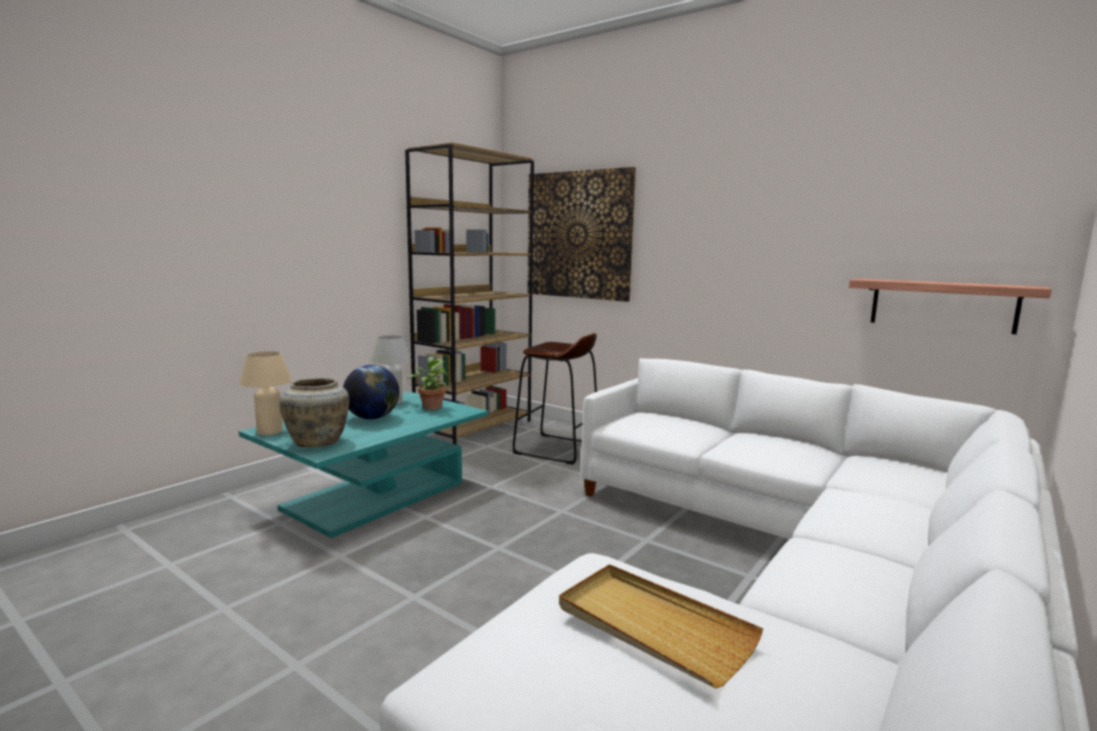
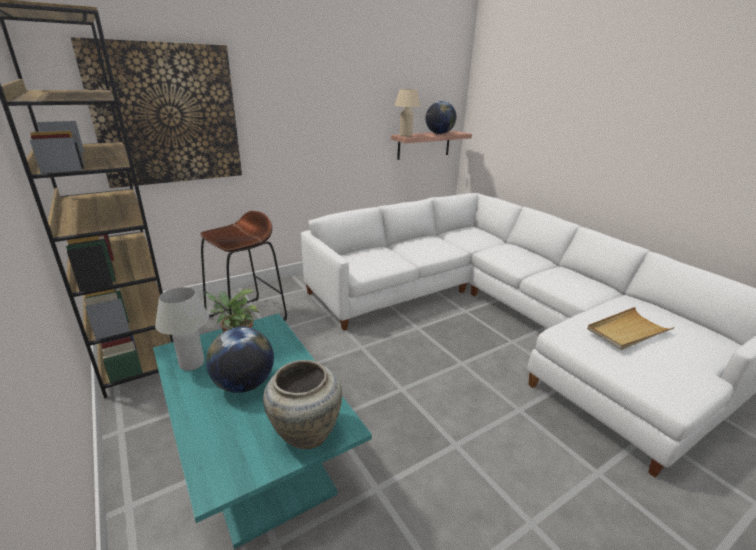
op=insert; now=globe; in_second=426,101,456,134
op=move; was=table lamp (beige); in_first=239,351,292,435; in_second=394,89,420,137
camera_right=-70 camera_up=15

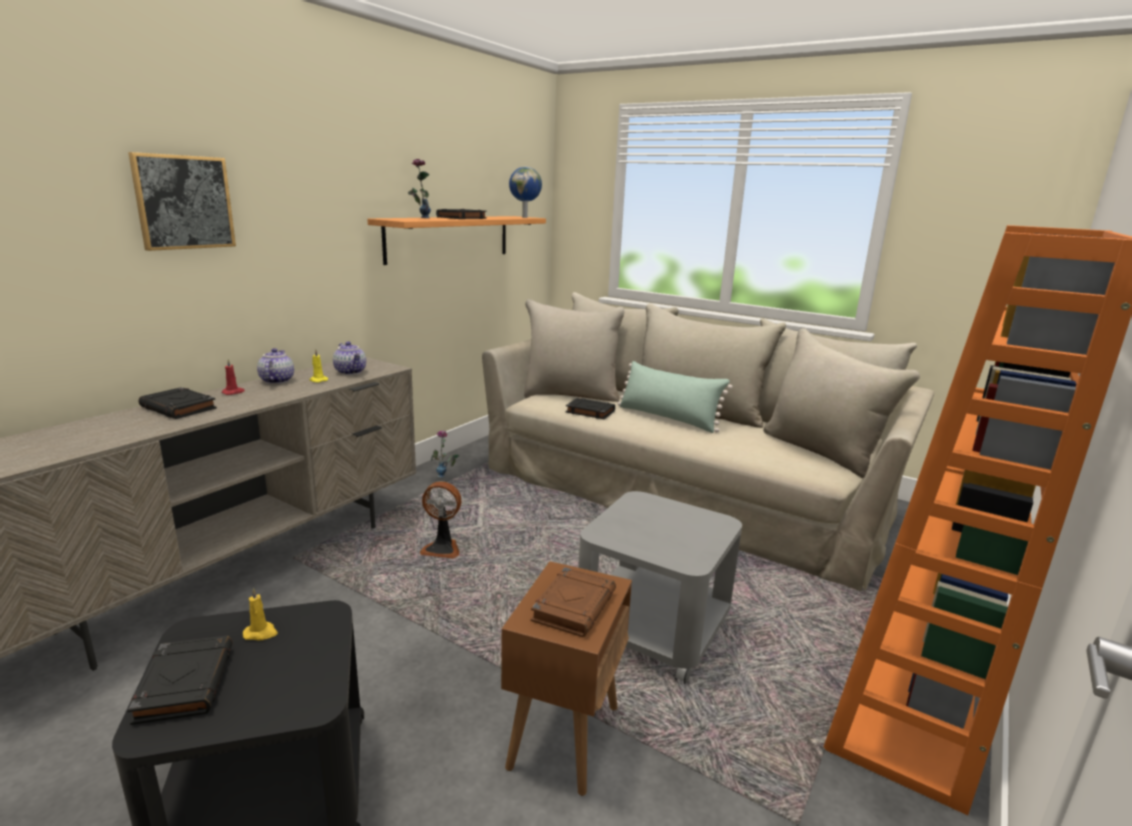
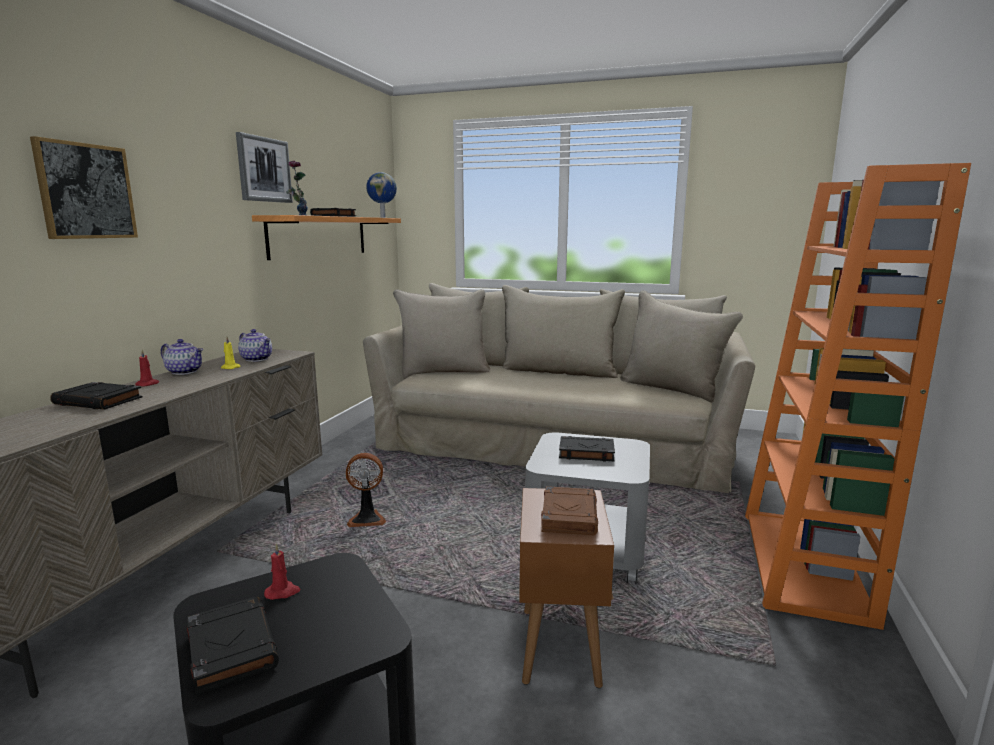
op=delete; was=vase; in_first=431,430,459,478
op=delete; was=pillow (green); in_first=617,361,732,433
op=insert; now=picture; in_second=236,132,293,203
op=move; was=book (black); in_first=566,398,615,419; in_second=559,436,615,461
op=recolor; was=candle (yellow); now=candle (red); in_first=243,587,278,641; in_second=264,543,301,600
op=rotate; was=teapot; in_first=257,348,294,384; in_second=161,339,203,375; clockwise=135
camera_right=-15 camera_up=-5

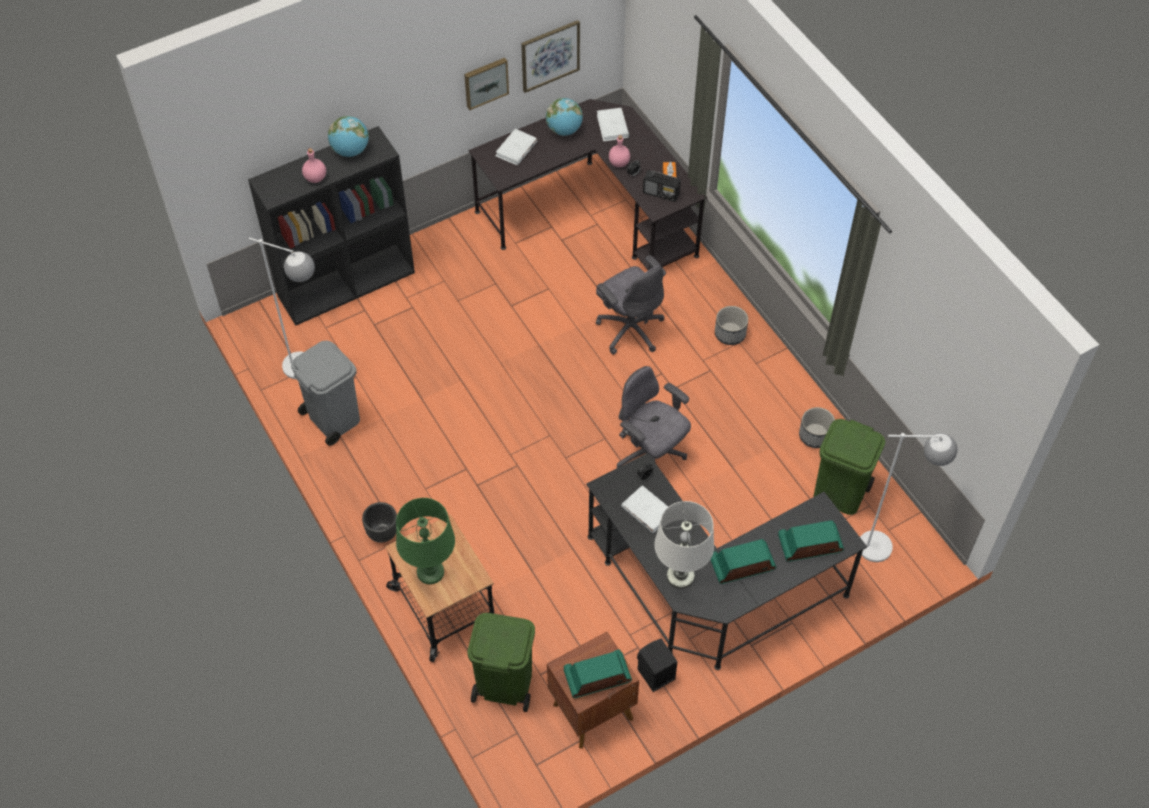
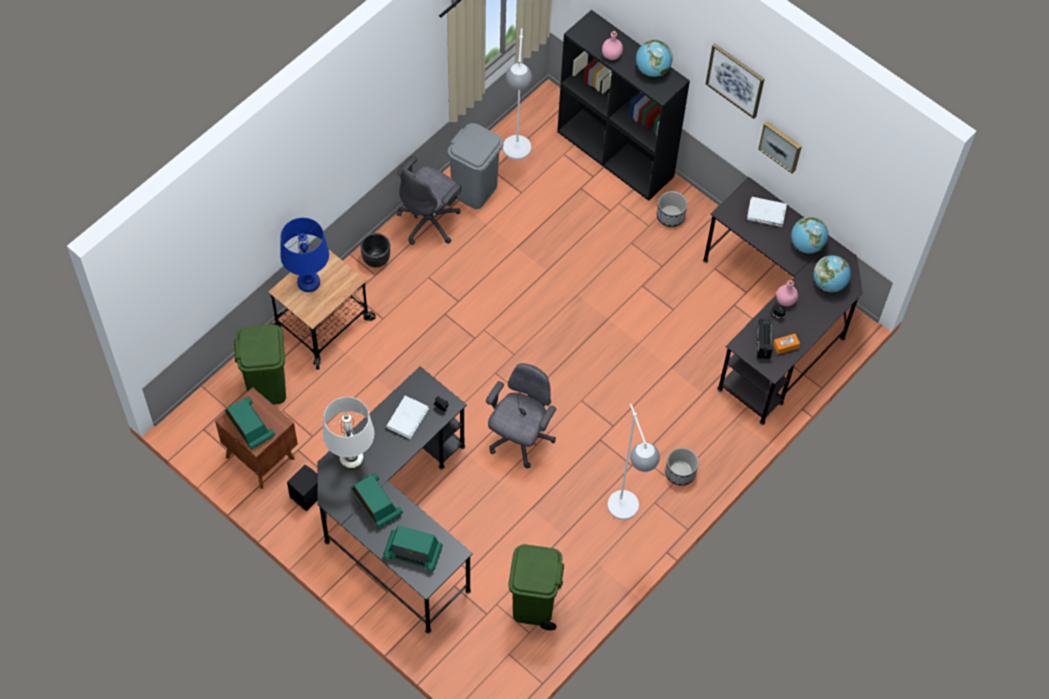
op=move; was=picture; in_first=521,20,580,93; in_second=706,43,764,119
op=move; was=office chair (grey); in_first=596,255,666,355; in_second=397,156,461,245
op=move; was=planter; in_first=799,407,835,448; in_second=657,191,687,227
op=move; was=floor lamp (white); in_first=860,433,957,562; in_second=608,404,660,520
op=replace; was=book (white); now=globe; in_first=597,108,629,142; in_second=814,255,851,293
op=recolor; was=table lamp (green); now=table lamp (blue); in_first=396,498,455,584; in_second=280,218,329,292
op=rotate; was=radio; in_first=778,520,844,562; in_second=383,525,443,572; clockwise=135
camera_right=70 camera_up=5

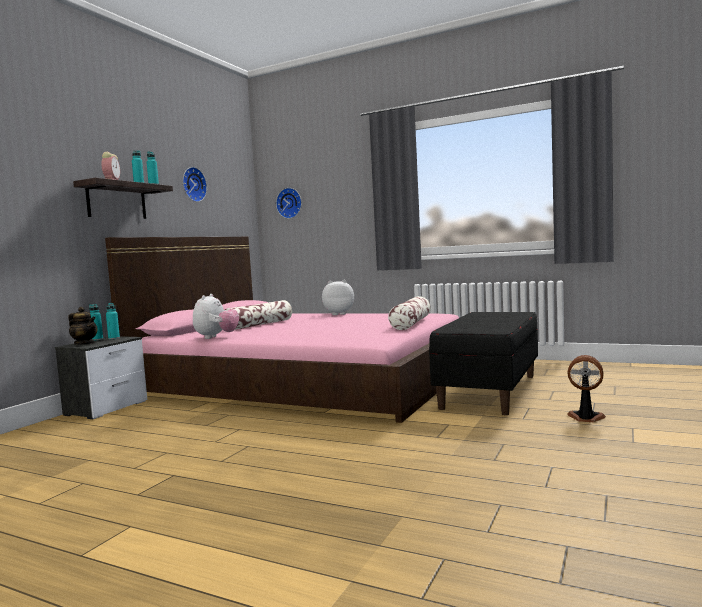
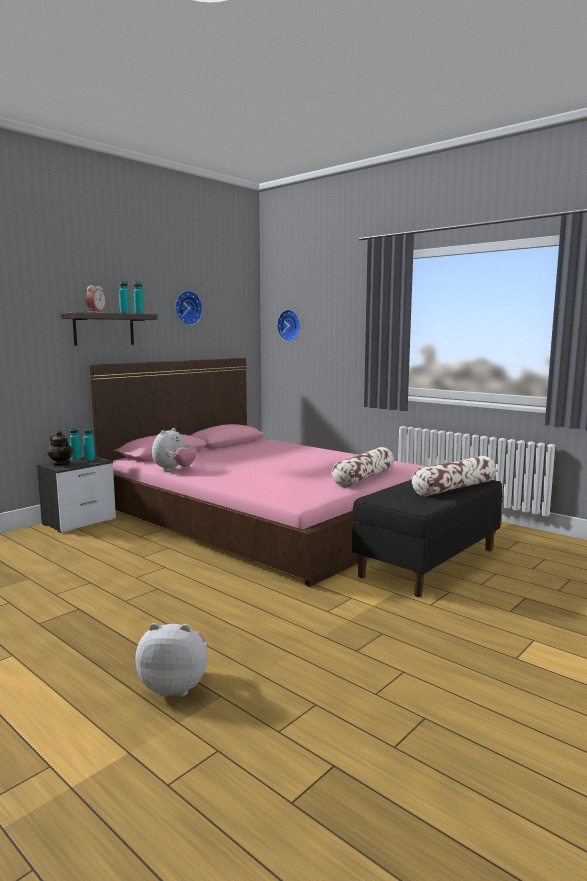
op=delete; was=fan; in_first=567,355,606,422
op=move; was=pillow; in_first=225,300,292,330; in_second=412,456,496,497
op=move; was=plush toy; in_first=322,280,354,315; in_second=135,623,207,697
camera_right=15 camera_up=5

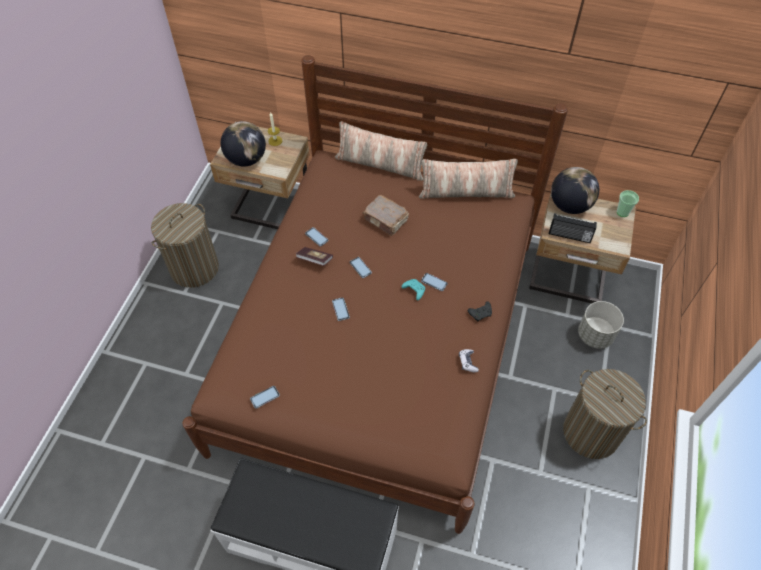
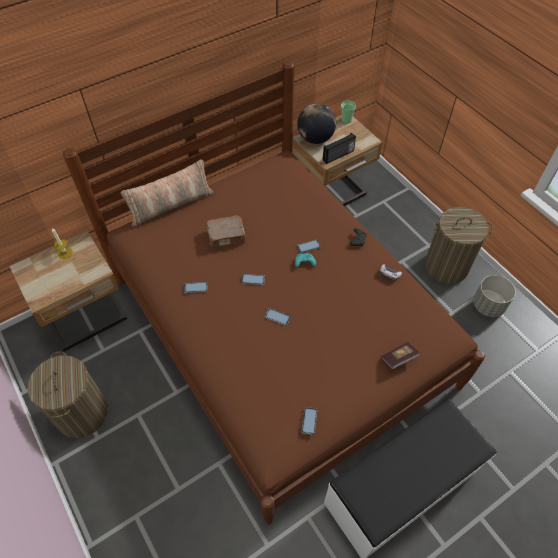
op=delete; was=globe; in_first=221,121,266,167
op=delete; was=pillow; in_first=419,159,518,199
op=move; was=book; in_first=296,247,333,266; in_second=381,342,420,369
op=move; was=planter (grey); in_first=578,301,624,349; in_second=473,275,516,317
camera_right=-50 camera_up=0

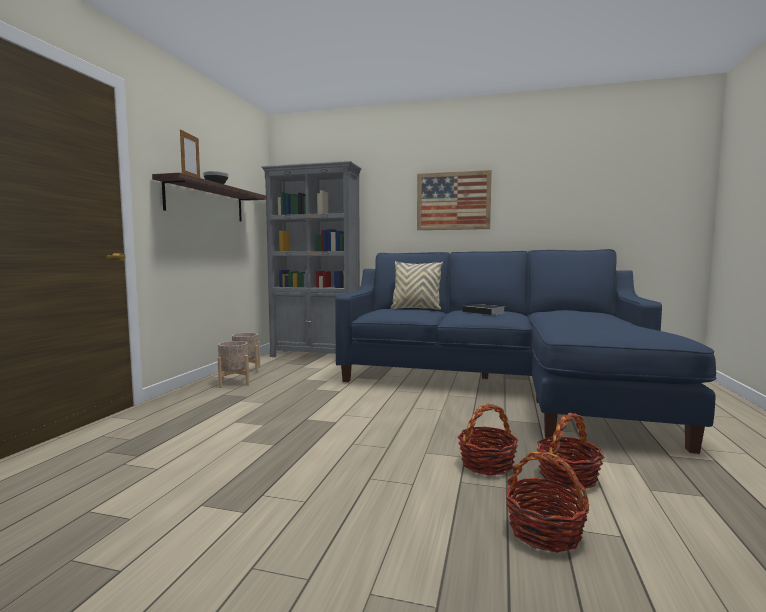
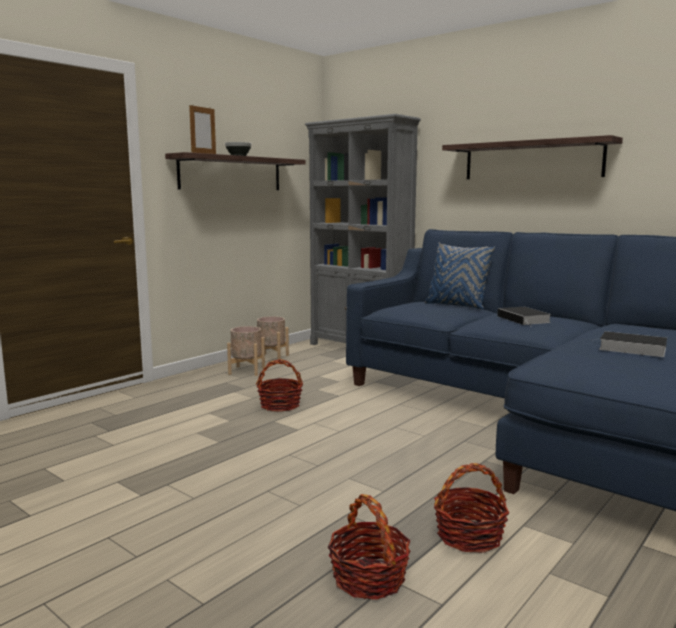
op=insert; now=book; in_second=596,331,667,357
op=move; was=basket; in_first=458,404,518,475; in_second=256,359,303,412
op=replace; was=picture; now=shelf; in_first=417,170,492,230; in_second=442,135,623,179
op=recolor; was=pillow (beige); now=pillow (blue); in_first=390,261,443,310; in_second=425,243,495,309
camera_right=25 camera_up=5

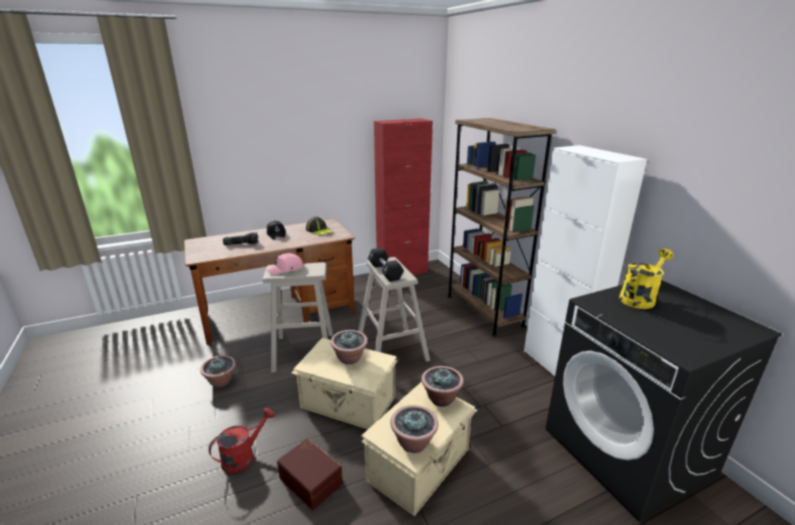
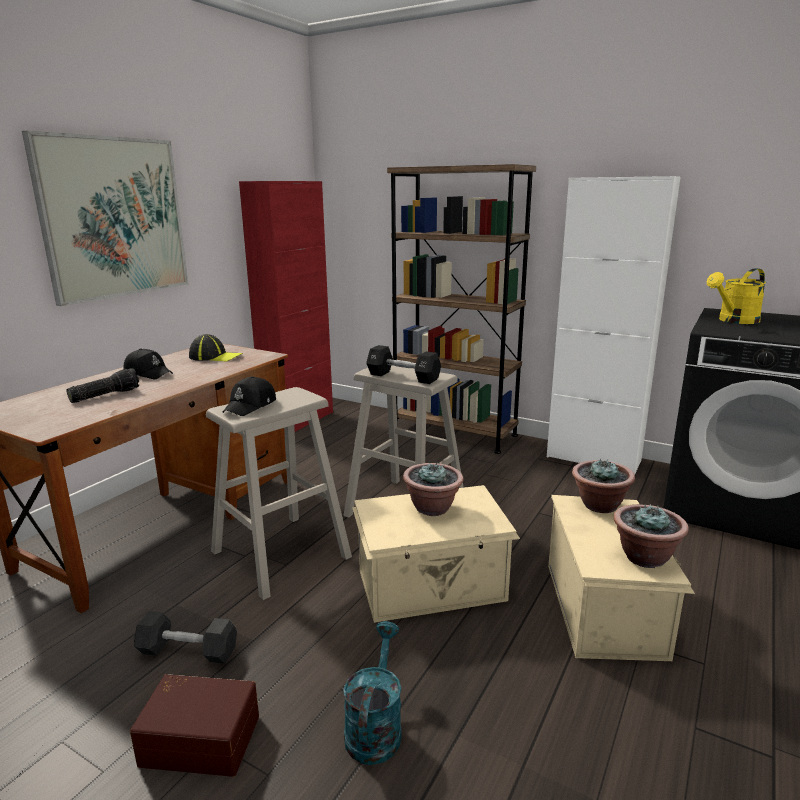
op=insert; now=picture; in_second=22,131,188,306
op=move; was=storage box (brown); in_first=277,438,343,510; in_second=130,674,259,777
op=replace; was=potted plant; now=dumbbell (black); in_first=200,355,236,388; in_second=134,611,237,664
op=recolor; was=watering can (red); now=watering can (turquoise); in_first=209,408,275,473; in_second=343,621,402,765
op=recolor; was=cap (pink); now=cap (black); in_first=266,253,303,275; in_second=223,376,276,416
op=rotate; was=watering can (yellow); in_first=619,248,674,309; in_second=707,268,766,324; clockwise=-135
camera_right=-35 camera_up=-5

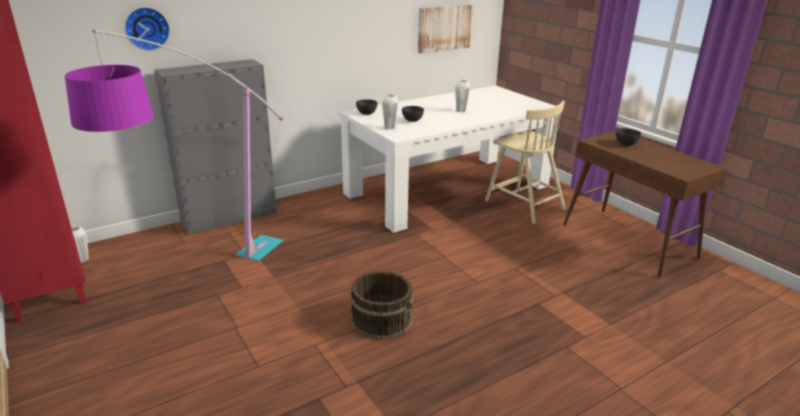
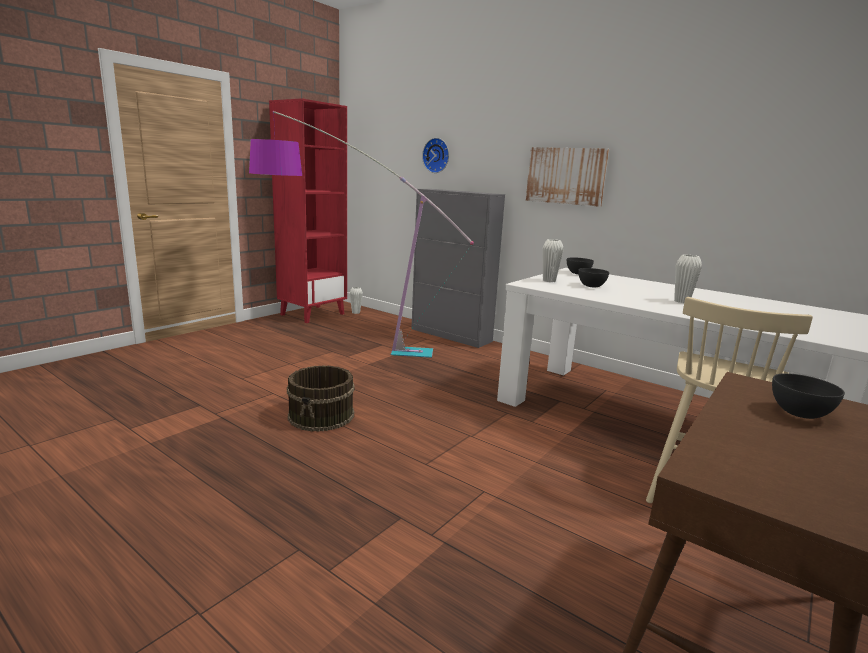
op=move; was=picture; in_first=418,4,473,54; in_second=526,147,609,207
camera_right=70 camera_up=-10

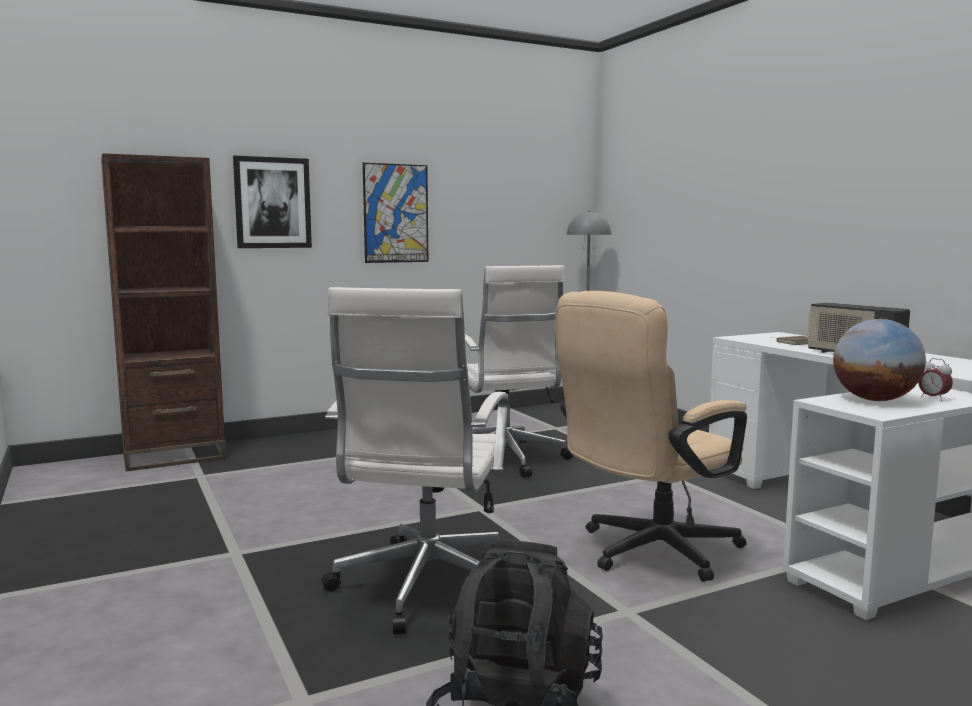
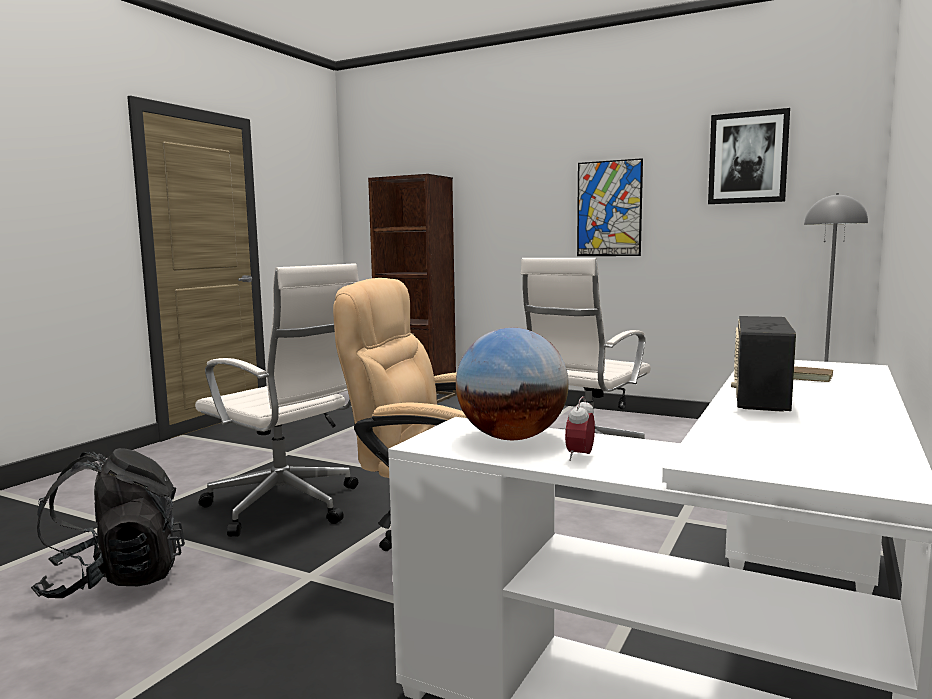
op=move; was=picture; in_first=233,156,312,248; in_second=708,108,790,204
op=rotate; was=office chair (white); in_first=321,287,508,635; in_second=195,263,359,537; clockwise=-120
camera_right=55 camera_up=0

